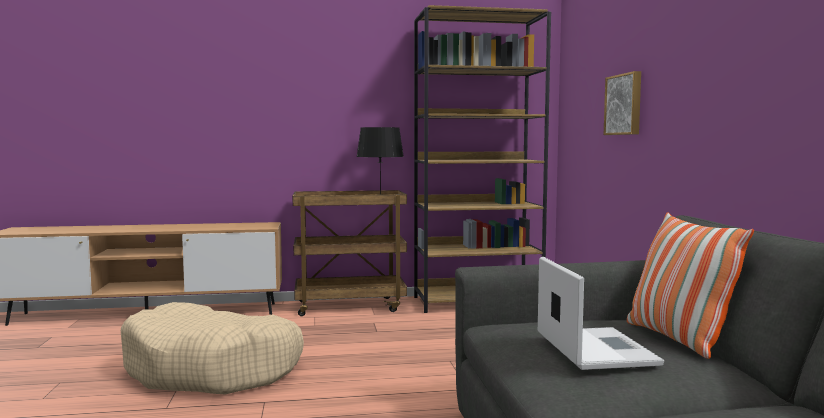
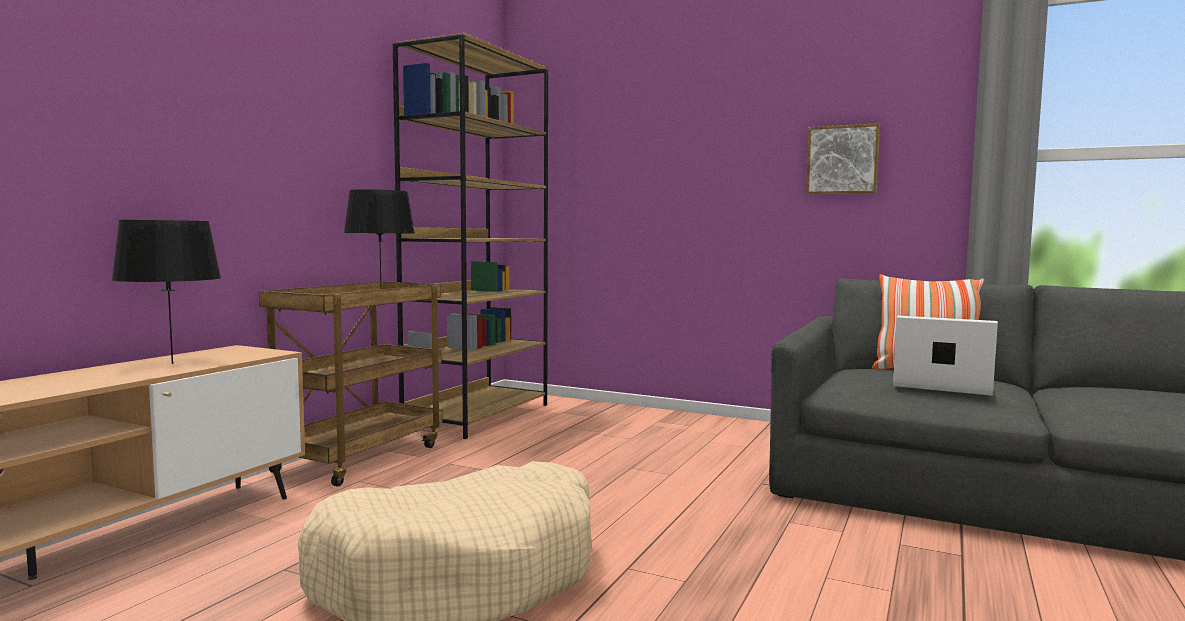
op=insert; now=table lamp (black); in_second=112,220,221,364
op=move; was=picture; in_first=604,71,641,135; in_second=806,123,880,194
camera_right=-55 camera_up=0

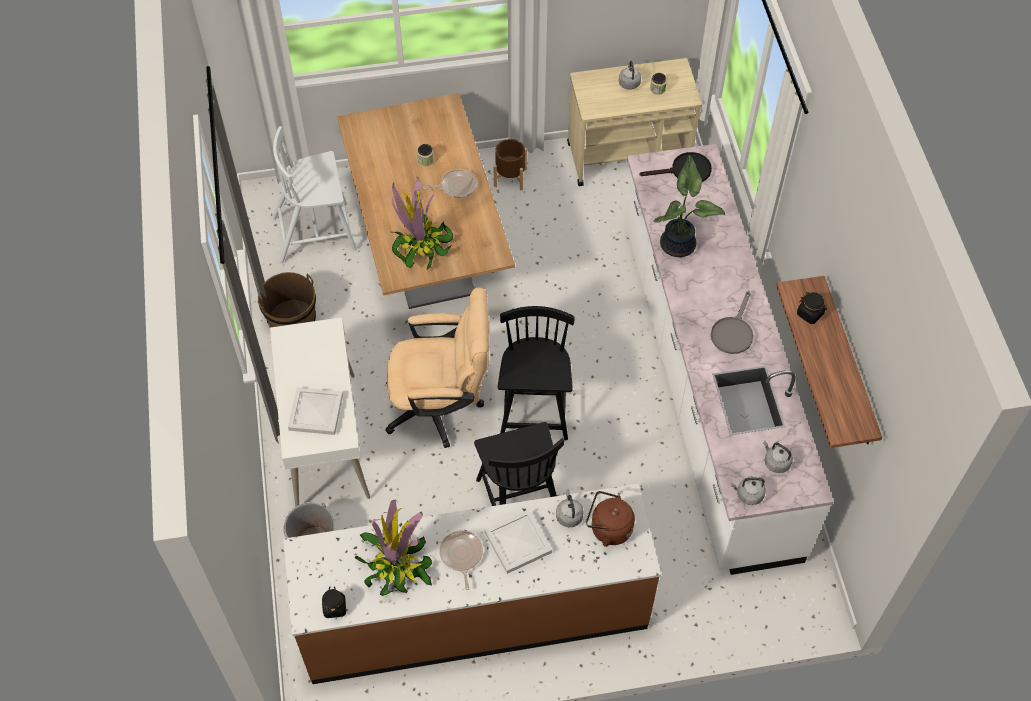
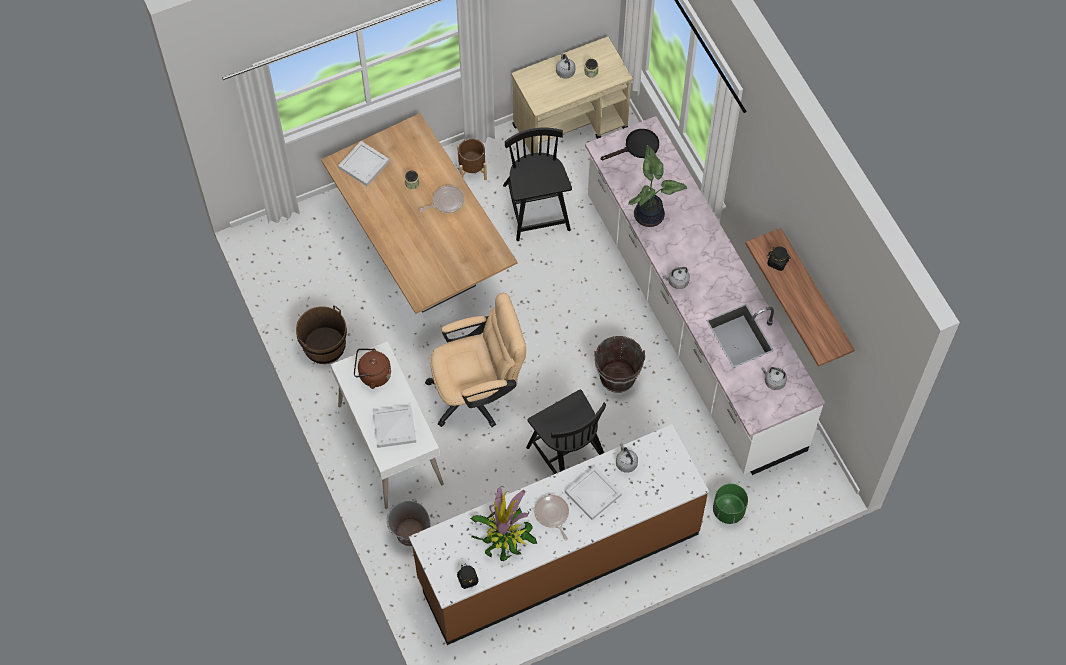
op=delete; was=chair (white); in_first=272,126,357,263
op=delete; was=potted plant; in_first=392,177,453,269
op=delete; was=frying pan (grey); in_first=711,291,753,354
op=insert; now=tray (white); in_second=338,141,390,186
op=insert; now=bucket (brown); in_second=594,336,645,393
op=insert; now=planter (green); in_second=713,484,748,524
op=move; was=chair (black); in_first=498,306,575,440; in_second=503,128,572,241
op=move; was=kettle (brown); in_first=586,491,635,547; in_second=354,348,391,389
op=move; was=kettle (grey); in_first=731,477,766,505; in_second=663,267,690,289
camera_right=-15 camera_up=5

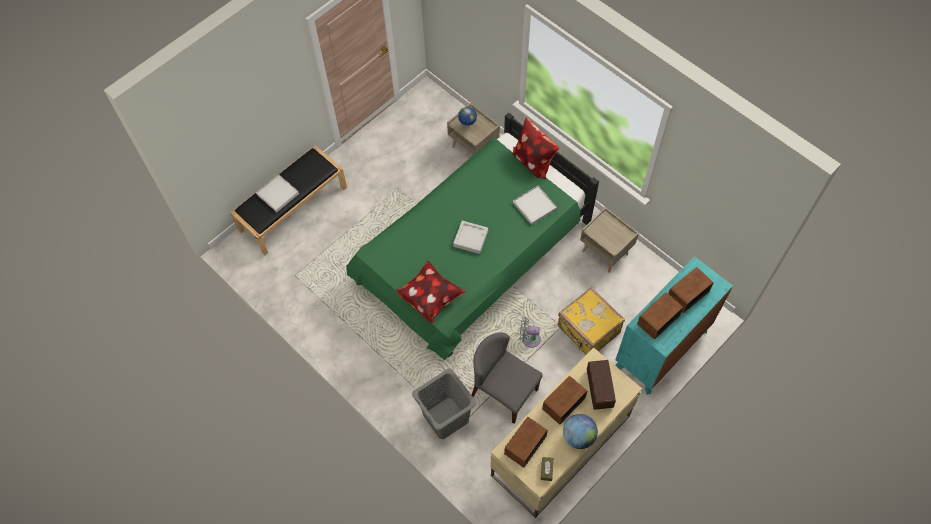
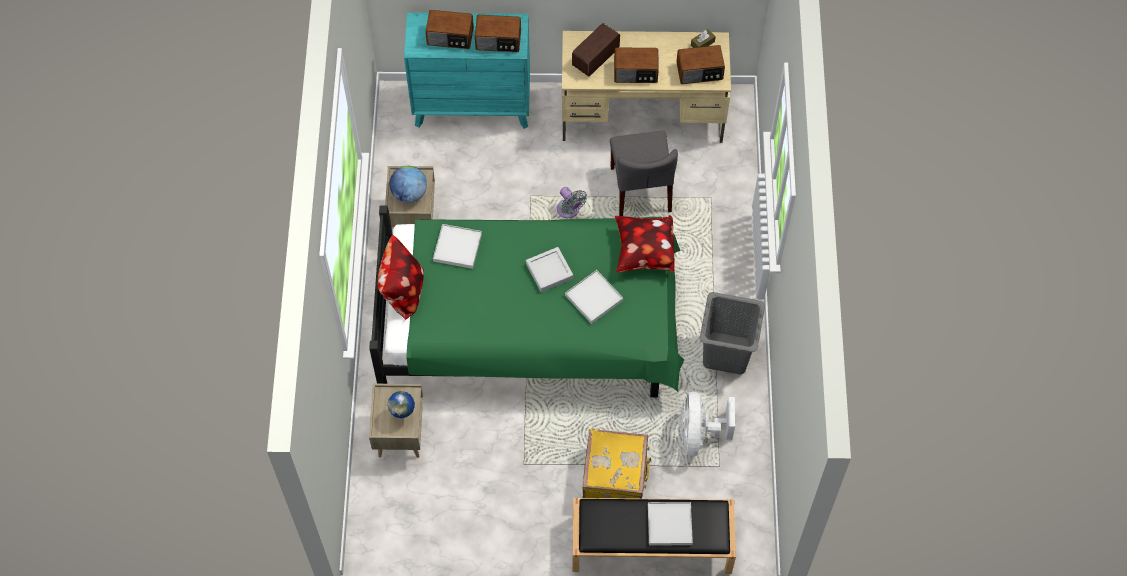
op=insert; now=tray (white); in_second=565,270,623,324
op=insert; now=fan (white); in_second=679,392,735,457
op=move; was=laundry basket (grey); in_first=412,369,476,439; in_second=700,292,765,375
op=move; was=suitcase (yellow); in_first=558,287,625,355; in_second=582,429,651,499
op=move; was=globe; in_first=563,414,598,449; in_second=390,166,427,203
camera_right=-135 camera_up=0

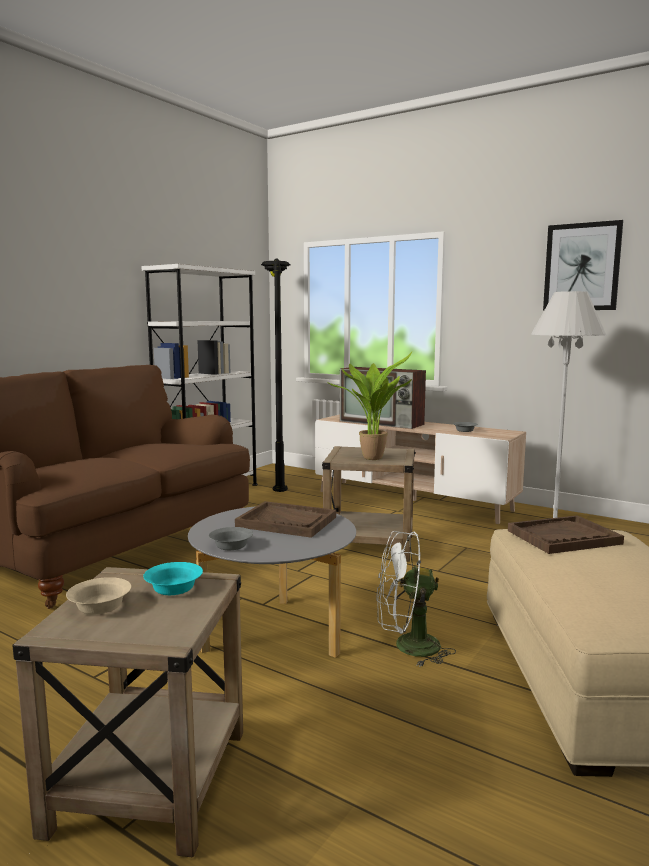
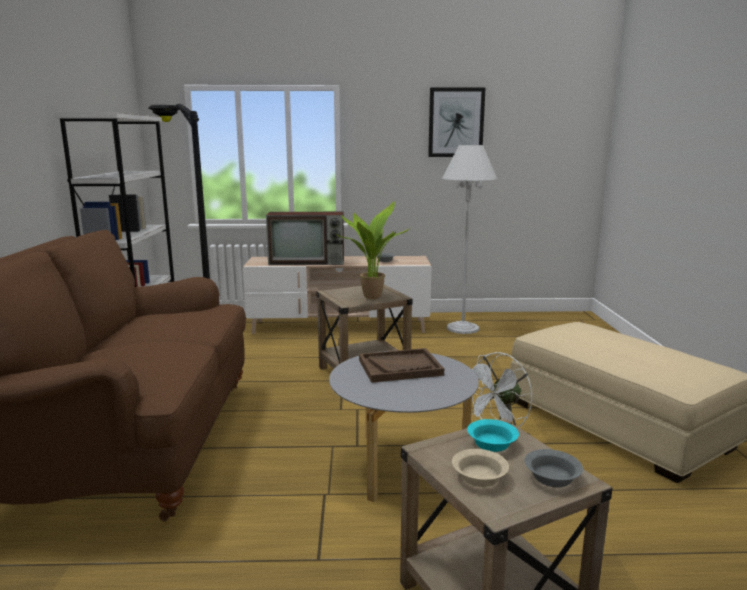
op=delete; was=tray (brown); in_first=508,515,624,554
op=move; was=bowl (grey); in_first=209,527,253,550; in_second=524,449,583,487
camera_right=-35 camera_up=5

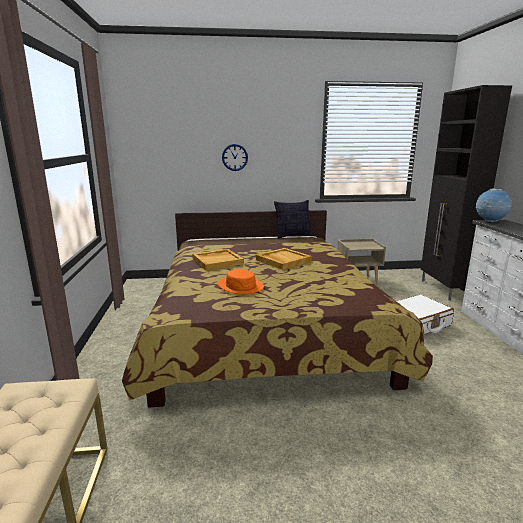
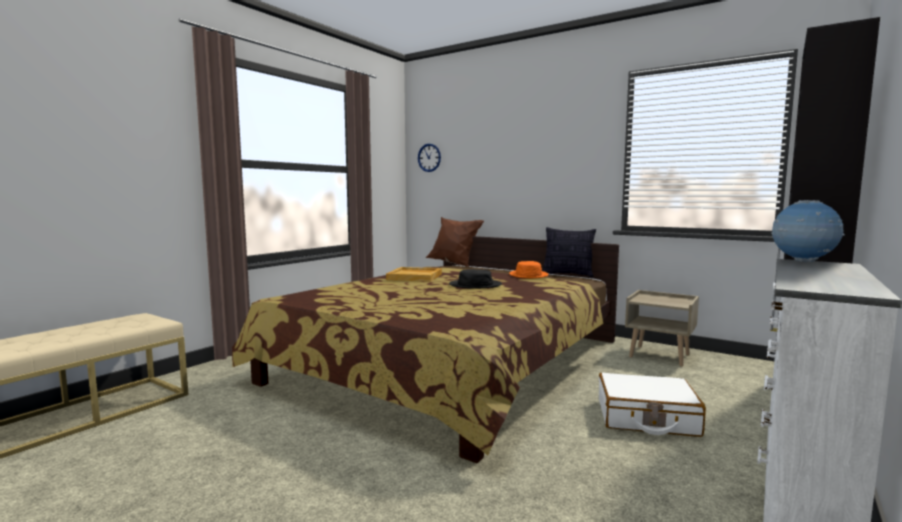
op=insert; now=pillow (brown); in_second=426,217,484,267
op=move; was=hat (orange); in_first=218,269,264,294; in_second=509,261,549,279
op=move; was=wall clock; in_first=222,144,248,171; in_second=418,144,441,172
op=replace; was=tray (beige); now=hat (black); in_first=256,248,312,270; in_second=449,269,502,289
camera_right=40 camera_up=-10

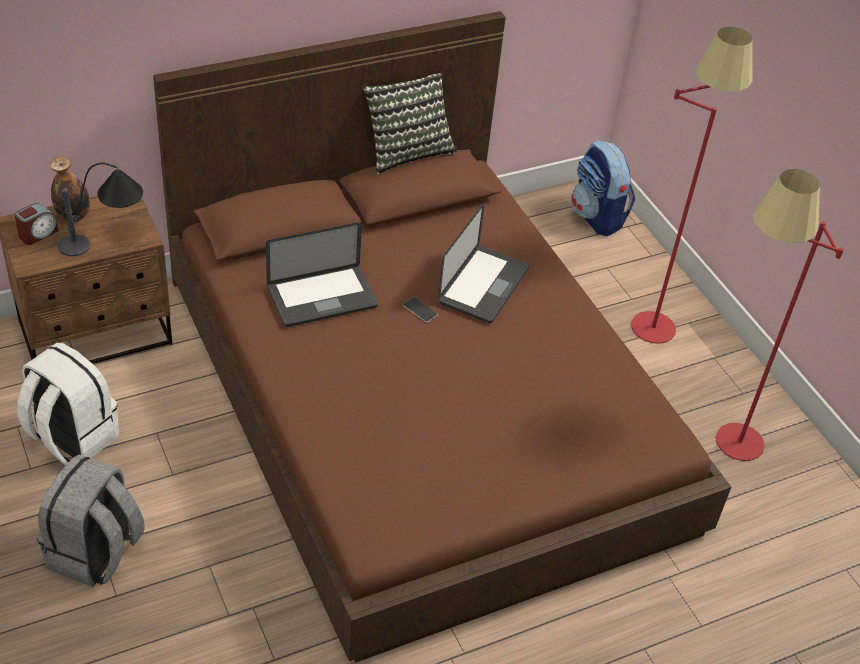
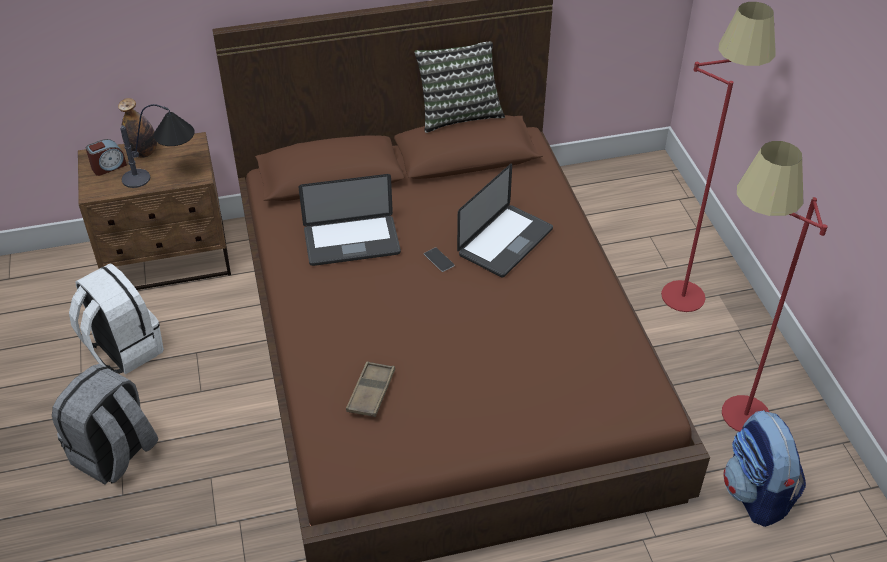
op=insert; now=tray (brown); in_second=346,361,395,417
op=move; was=backpack; in_first=571,139,635,236; in_second=723,410,806,527
camera_right=15 camera_up=0

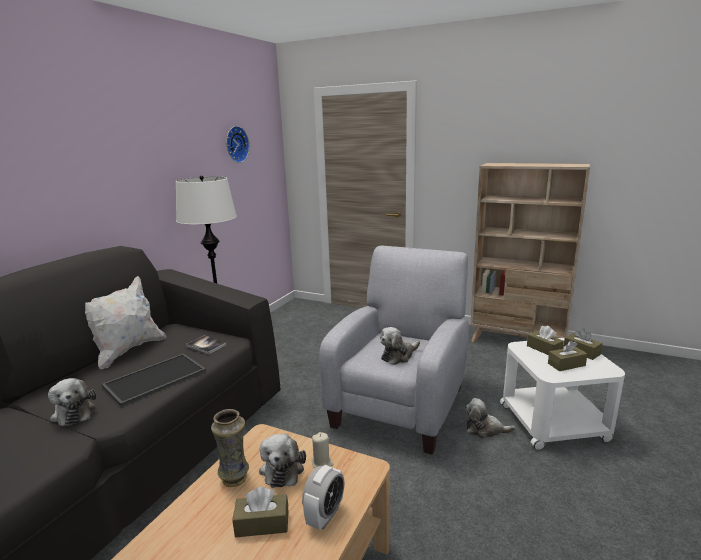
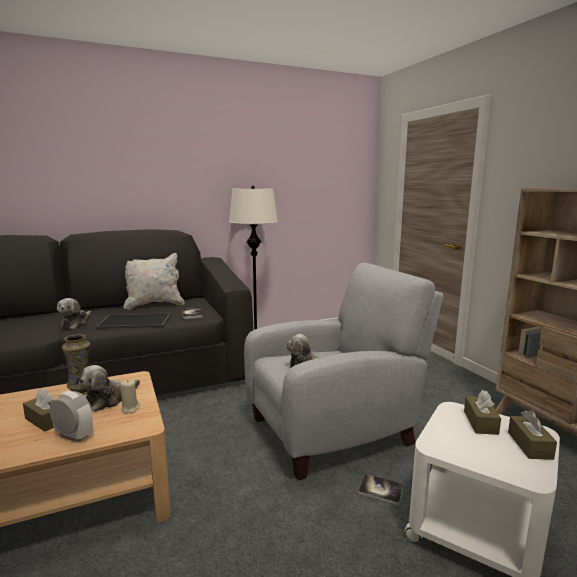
op=delete; was=wall clock; in_first=226,126,250,163
op=delete; was=tissue box (brown); in_first=548,341,587,371
op=replace; was=plush toy; now=book; in_first=464,398,515,439; in_second=358,474,404,506
op=rotate; was=alarm clock; in_first=302,465,345,530; in_second=49,391,93,442; clockwise=-135
camera_right=40 camera_up=-5

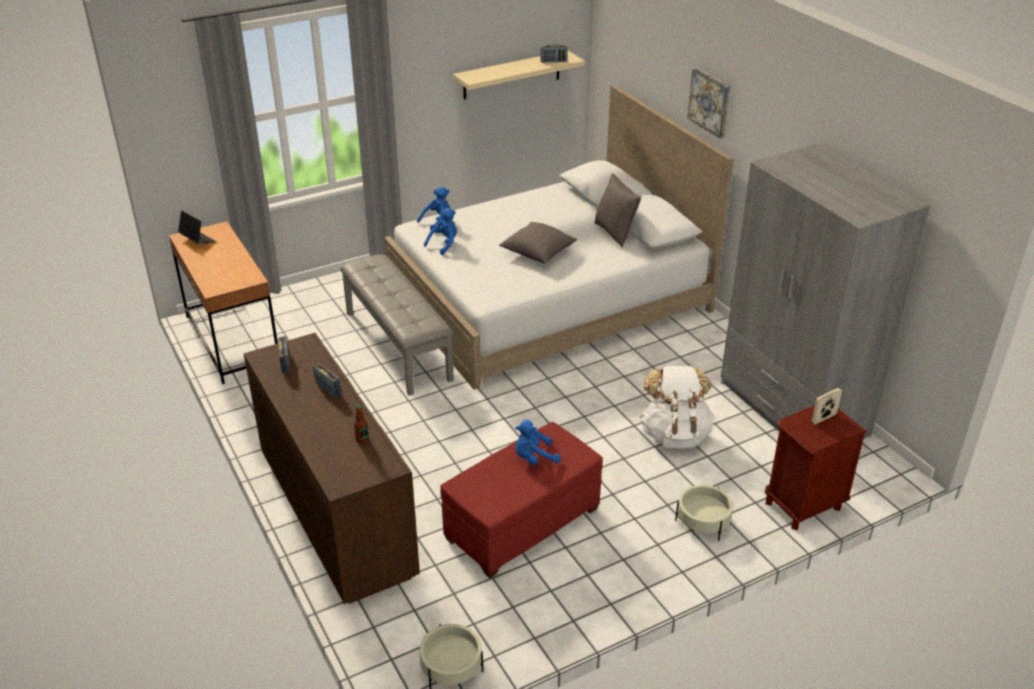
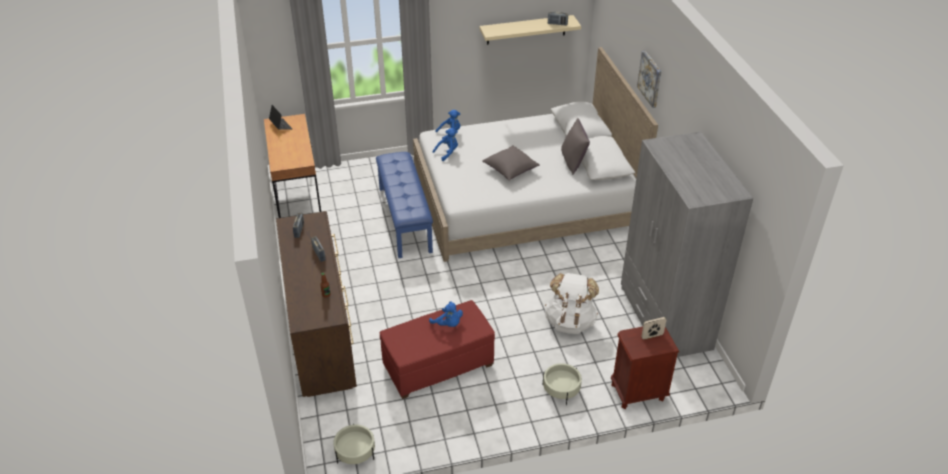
op=recolor; was=bench (grey); now=bench (blue); in_first=340,254,454,396; in_second=376,152,433,258
op=rotate; was=plush toy (blue); in_first=515,420,561,465; in_second=429,301,463,327; clockwise=-135
camera_right=15 camera_up=5

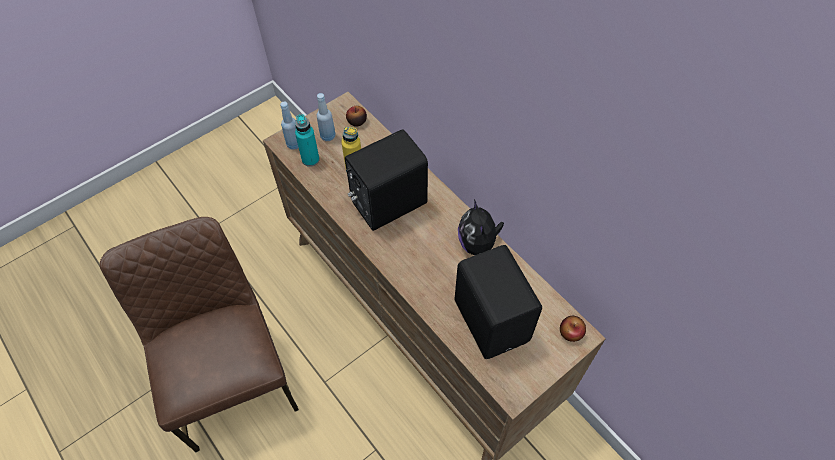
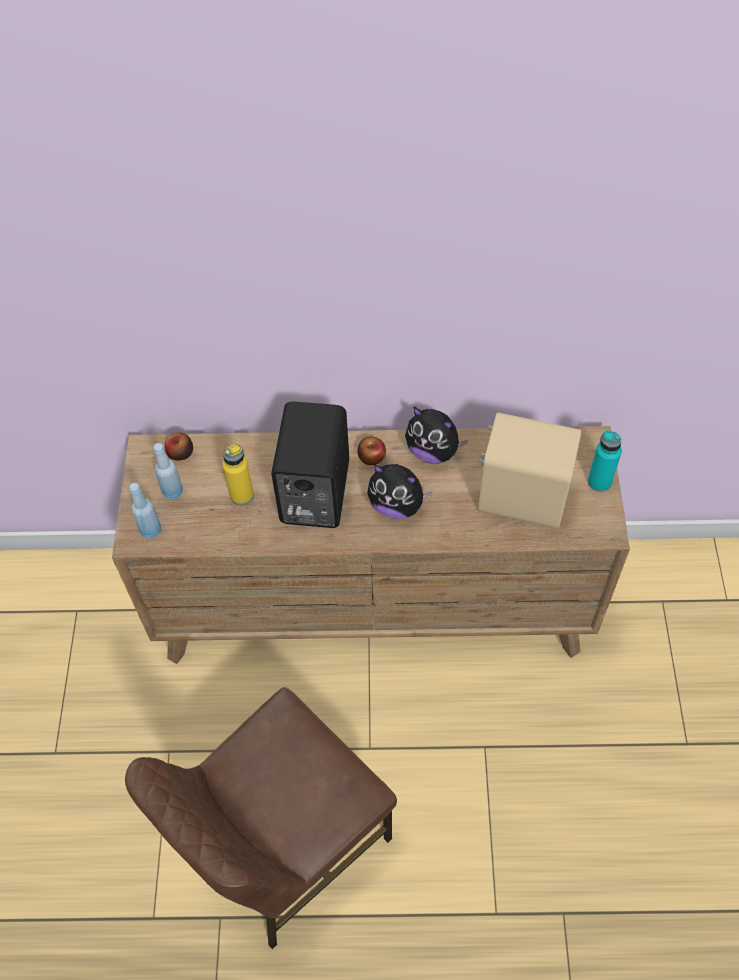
op=insert; now=plush toy; in_second=367,464,432,519
op=move; was=bottle (turquoise); in_first=295,114,320,167; in_second=588,430,622,492
op=move; was=apple; in_first=560,316,586,342; in_second=358,437,386,465
op=recolor; was=speaker (black); now=speaker (beige); in_first=455,245,542,359; in_second=478,412,582,528
op=rotate; was=chair (brown); in_first=100,217,299,452; in_second=125,687,397,949; clockwise=-60
camera_right=-50 camera_up=0

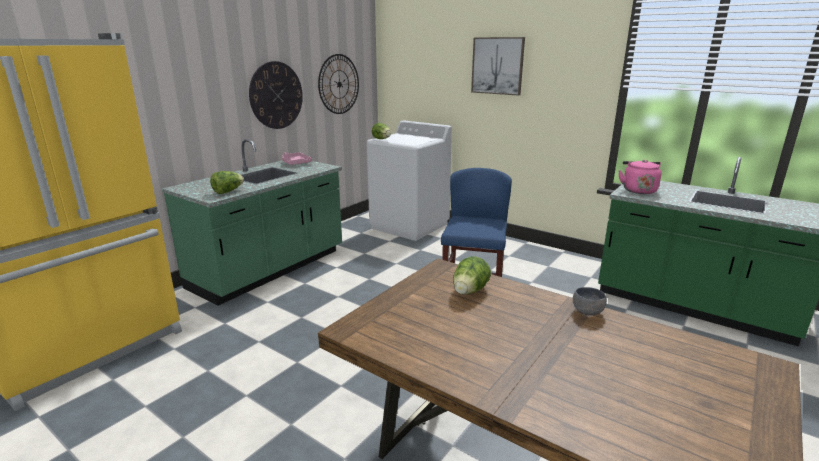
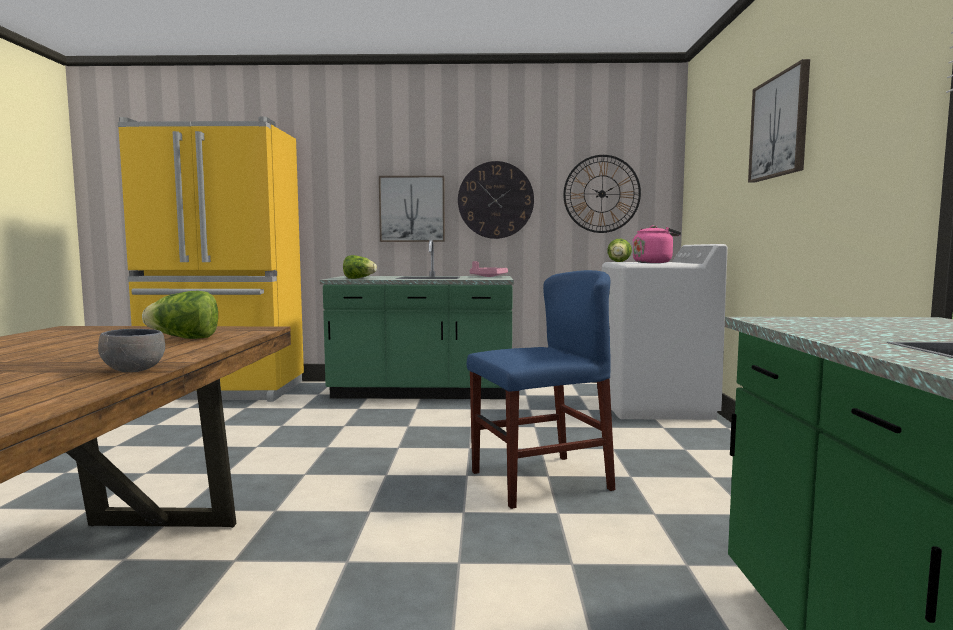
op=insert; now=picture; in_second=379,176,445,242
op=move; was=kettle (pink); in_first=619,160,662,194; in_second=632,225,681,263
camera_right=55 camera_up=-15

